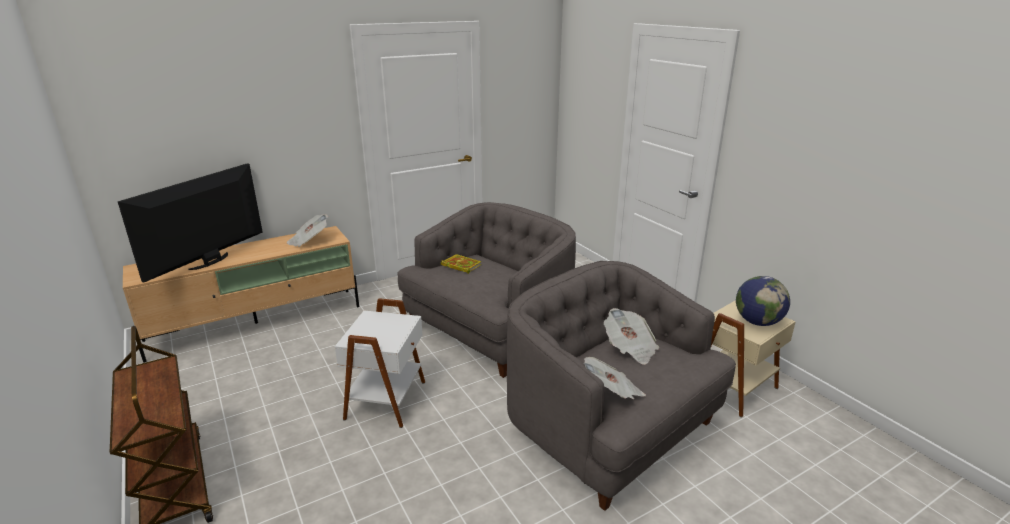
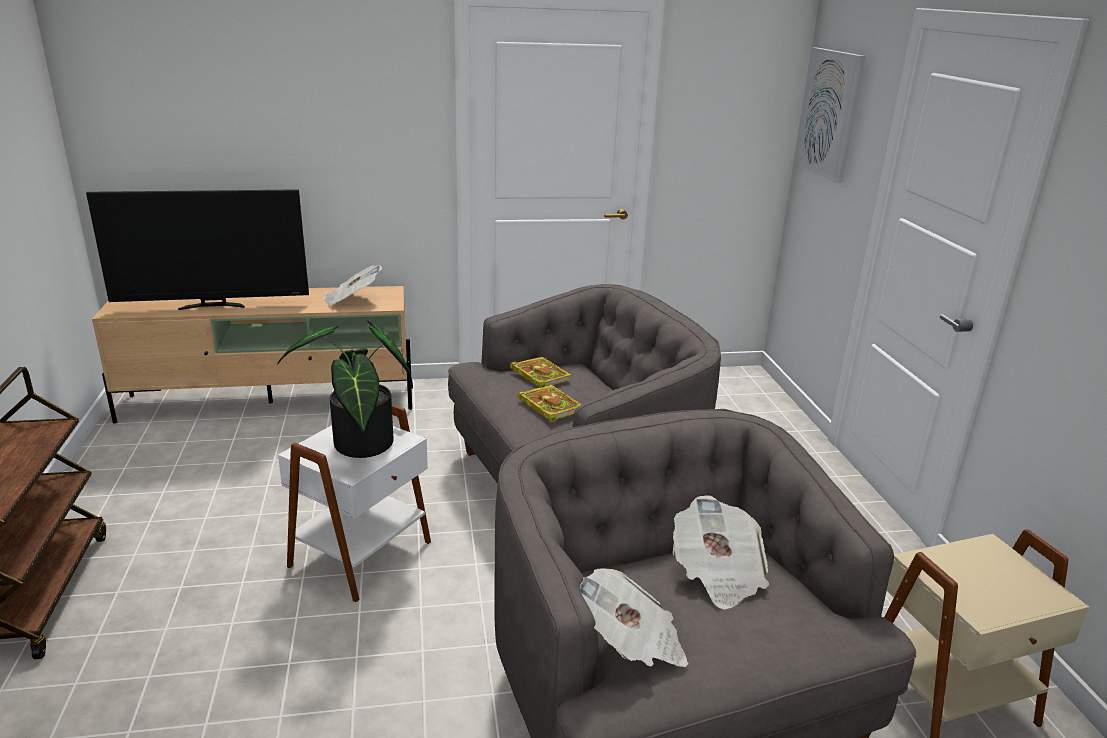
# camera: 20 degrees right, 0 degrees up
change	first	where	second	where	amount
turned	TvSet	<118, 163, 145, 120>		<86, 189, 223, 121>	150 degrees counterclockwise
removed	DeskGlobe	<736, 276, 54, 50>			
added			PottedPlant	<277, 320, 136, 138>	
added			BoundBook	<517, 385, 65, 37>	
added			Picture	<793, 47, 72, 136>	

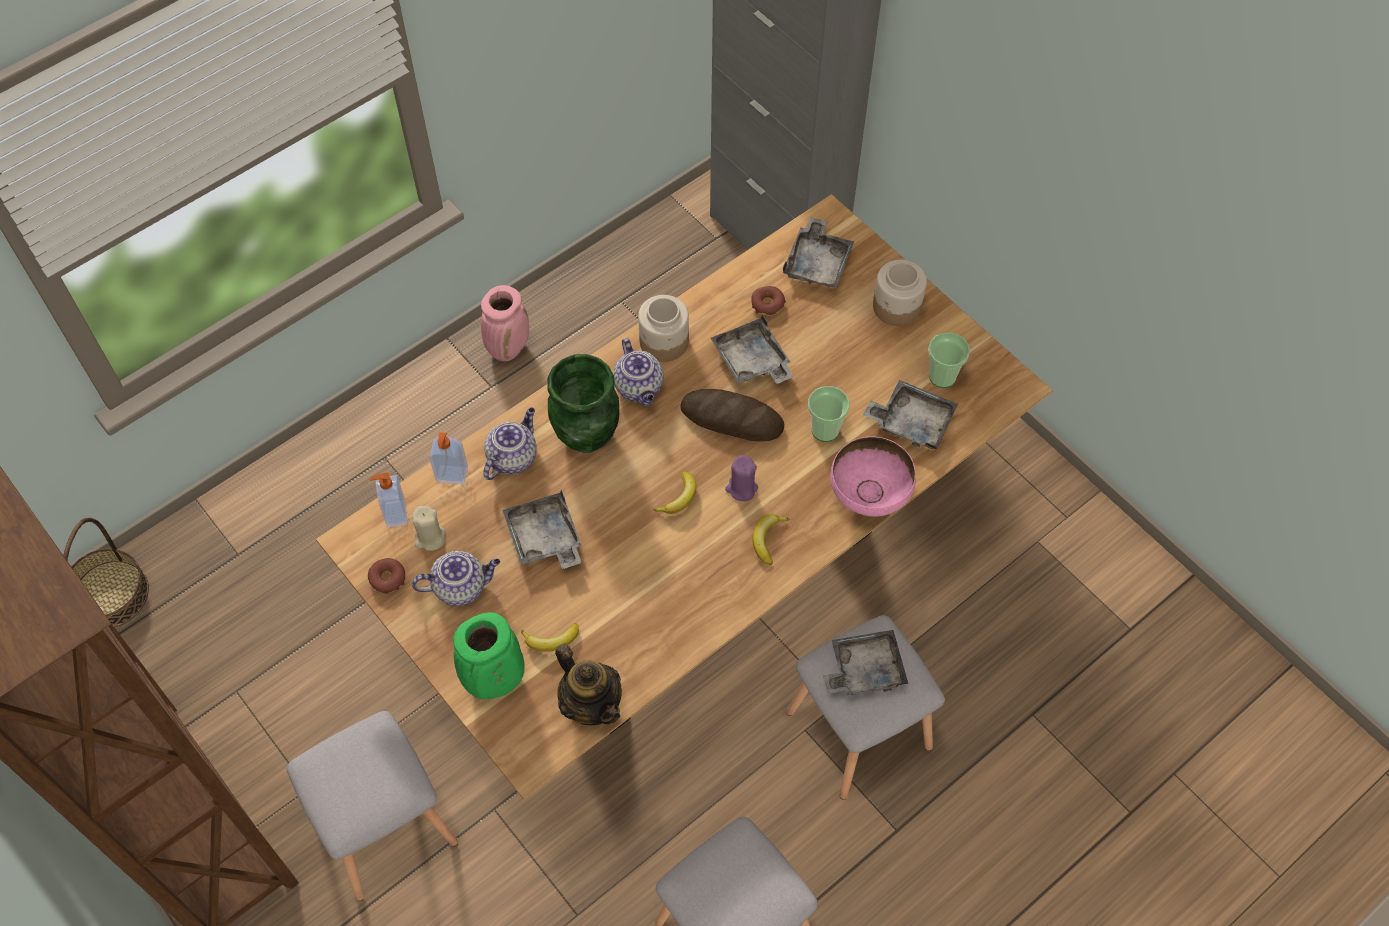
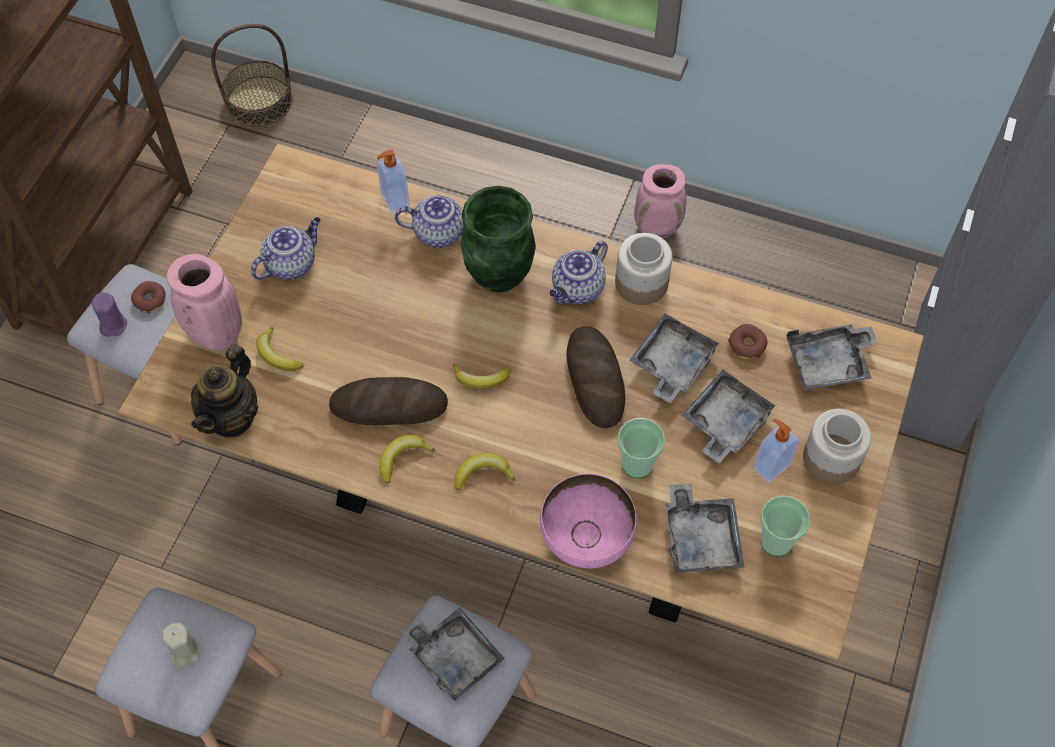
# camera: 60 degrees right, 0 degrees up
change	first	where	second	where	amount
moved	RingDoughnut	<368, 558, 37, 36>		<131, 281, 35, 32>	
moved	SoapDispenser	<370, 473, 38, 54>		<753, 418, 46, 65>	
moved	SandColouredCandle	<412, 506, 33, 45>		<162, 623, 38, 45>	
turned	PotForTea	<412, 551, 88, 55>		<251, 217, 70, 63>	90 degrees counterclockwise
recoloured	GreenishVase	<453, 612, 72, 87>	PinkishVase	<167, 254, 75, 97>	
moved	GrayServingTray	<502, 490, 80, 79>		<682, 370, 95, 94>	
moved	PurplishCandle	<725, 455, 33, 46>		<92, 292, 35, 45>	
added			BakeryBread	<329, 377, 119, 48>	
added			BananaFruit	<379, 434, 57, 50>	

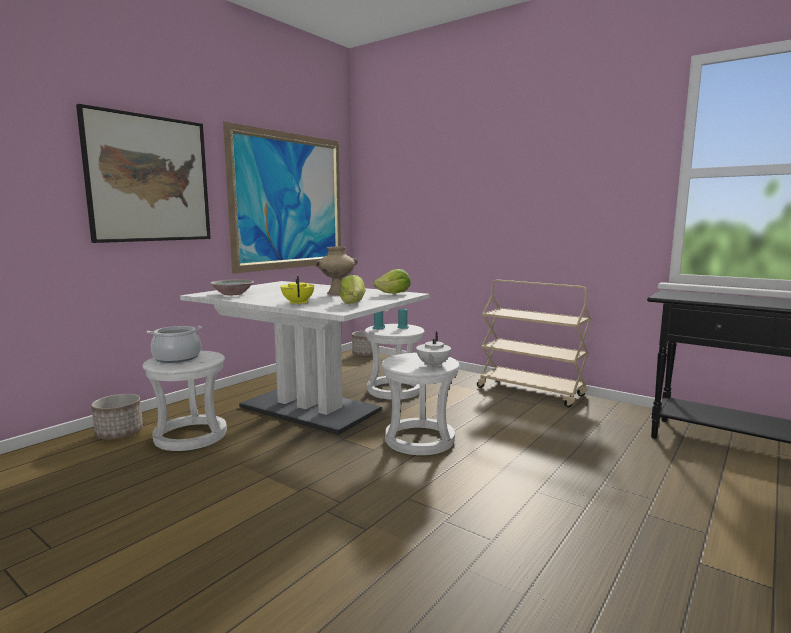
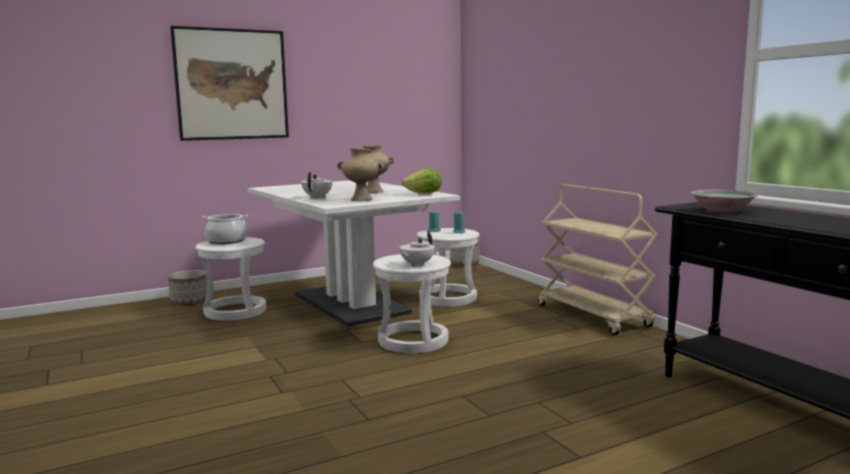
# camera: 25 degrees right, 0 degrees up
change	first	where	second	where	amount
moved	ServingBowl	<210, 280, 44, 15>		<691, 190, 67, 23>	
removed	Picture	<223, 121, 118, 153>			
recoloured	YellowPotForTea	<280, 276, 34, 29>	WhitishPotForTea	<301, 172, 32, 27>	
replaced	HeadOfLettuce	<340, 275, 26, 29>	SandColouredVase	<337, 148, 47, 53>	

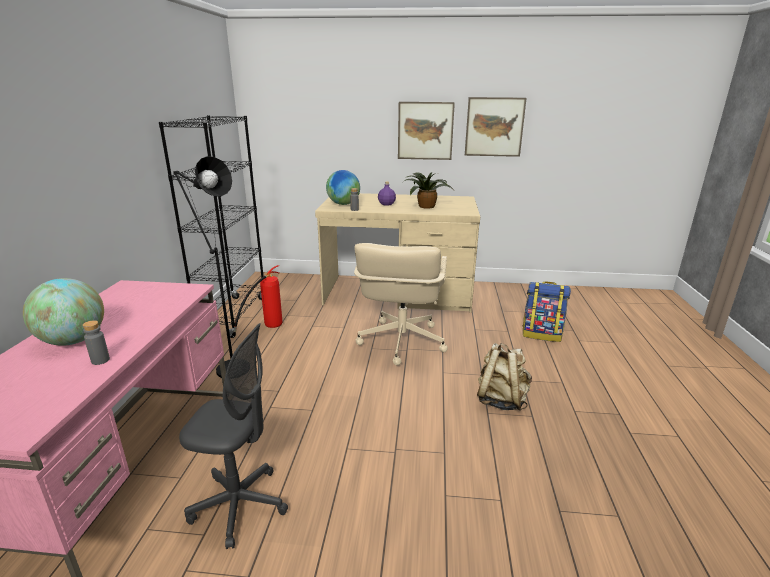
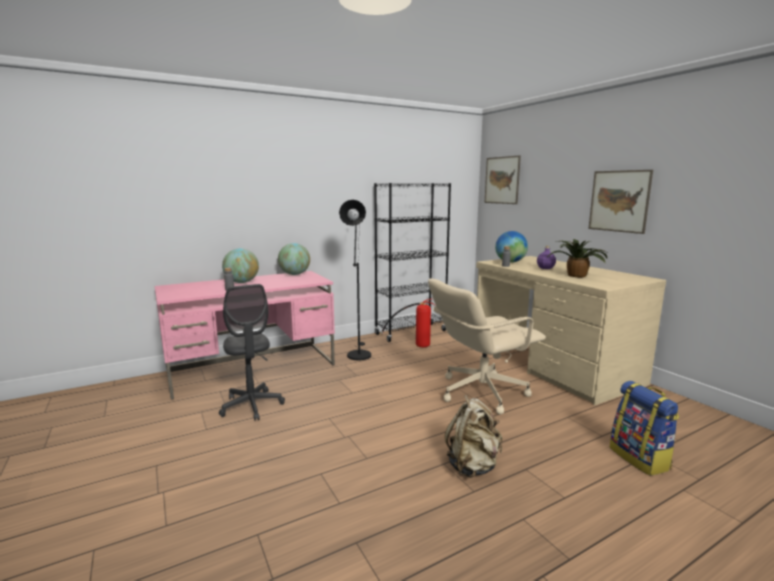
# camera: 55 degrees right, 10 degrees down
change	first	where	second	where	amount
moved	Picture	<465, 97, 61, 60>		<485, 155, 36, 49>	
added			DeskGlobe	<278, 243, 32, 32>	

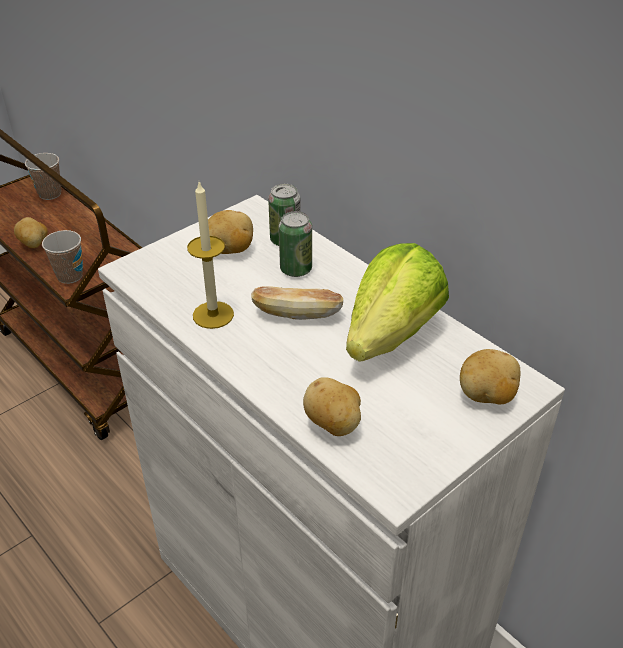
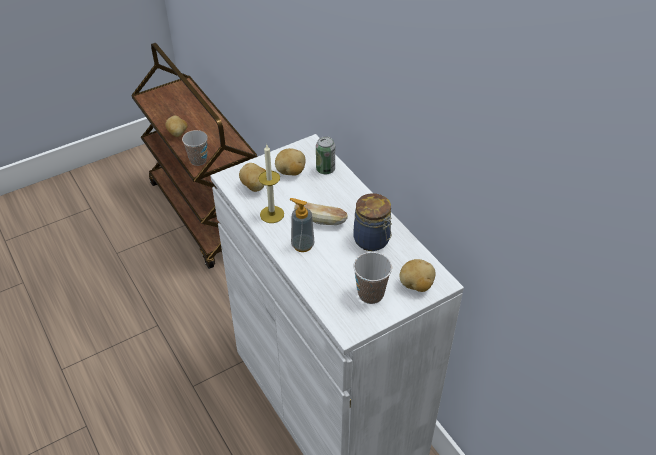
# camera: 10 degrees right, 5 degrees up
change	first	where	second	where	amount
moved	SmallCup	<25, 153, 36, 47>		<353, 252, 39, 52>	
removed	MetalCan	<279, 211, 33, 66>			
moved	Potato	<303, 377, 58, 59>		<239, 163, 27, 29>	
replaced	HeadOfLettuce	<346, 243, 103, 119>	StorageJar	<354, 193, 38, 58>	
added			SoapDispenser	<289, 198, 26, 54>	

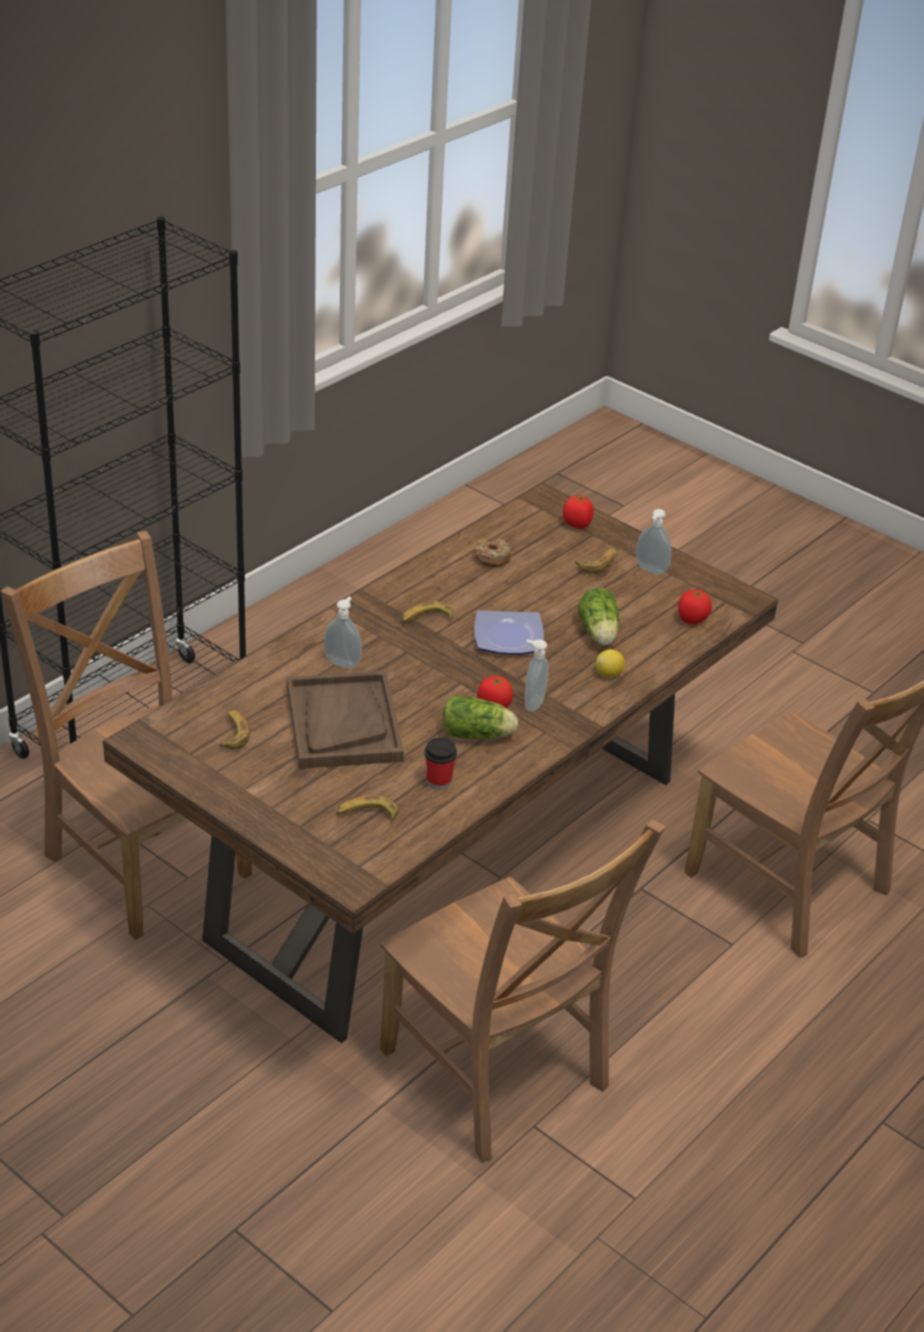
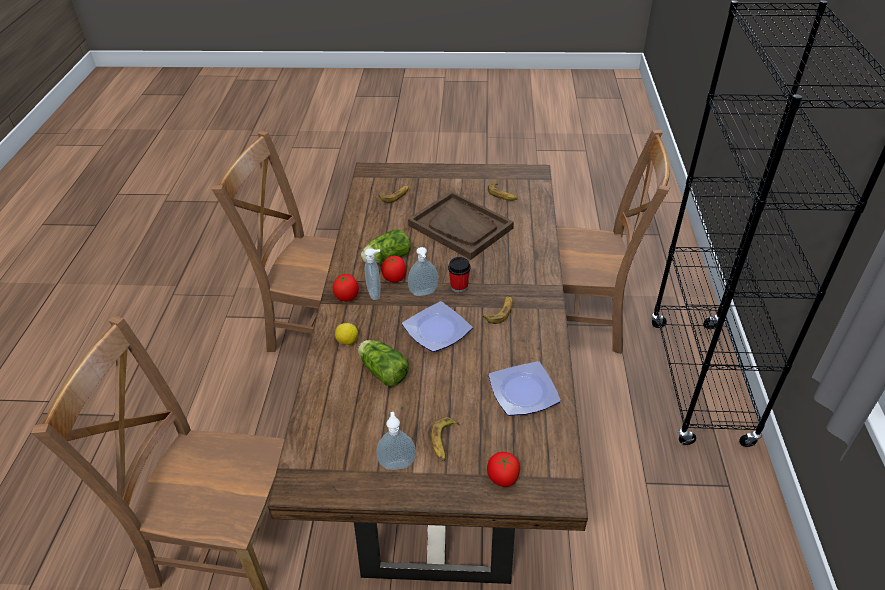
# camera: 145 degrees right, 5 degrees up
change	first	where	second	where	amount
moved	SoapDispenser	<324, 597, 38, 72>		<408, 247, 30, 49>	
moved	SmallCup	<424, 737, 33, 52>		<448, 257, 23, 36>	
replaced	RingDoughnut	<474, 539, 37, 28>	FlatDish	<489, 361, 72, 55>	
moved	WholeTomato	<678, 590, 34, 35>		<332, 274, 27, 27>	

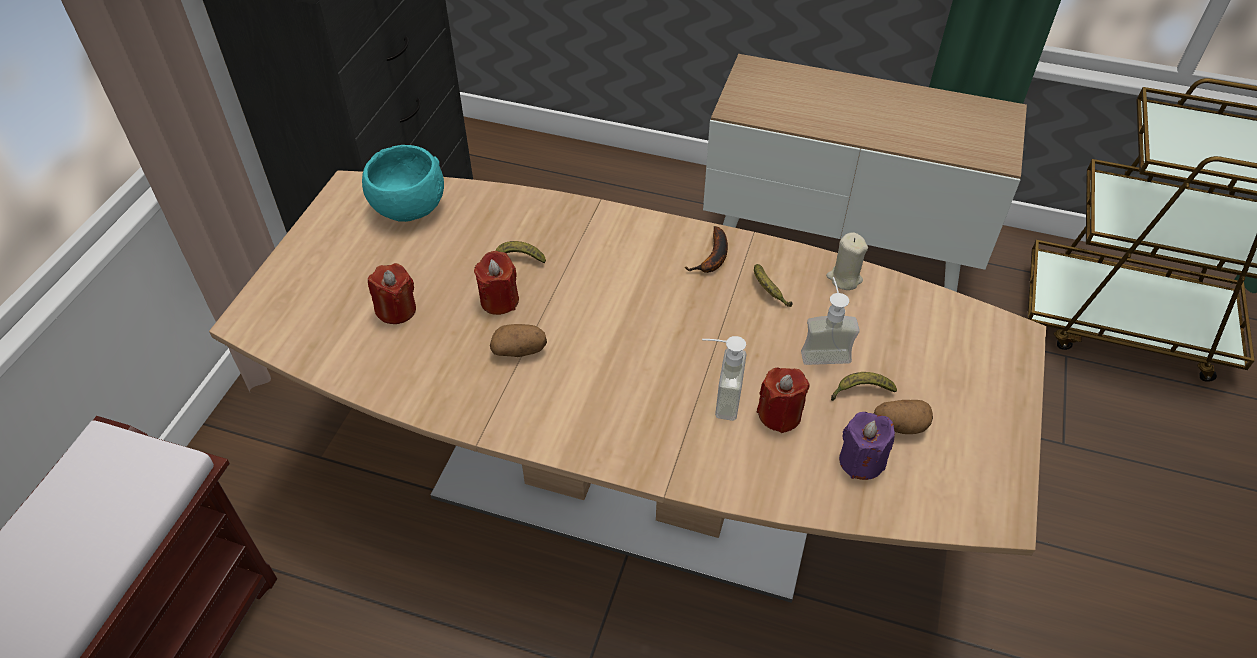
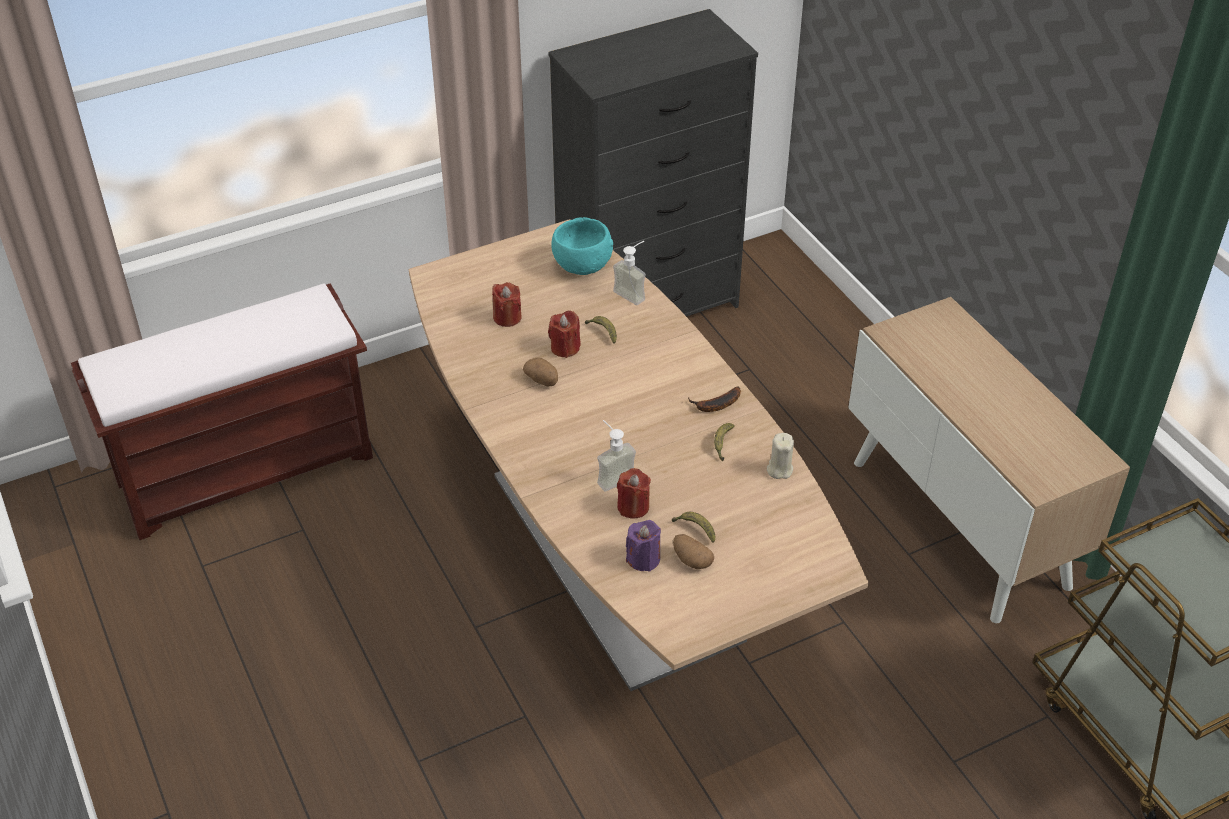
# camera: 45 degrees right, 5 degrees down
change	first	where	second	where	amount
moved	SoapDispenser	<801, 277, 58, 88>		<613, 241, 33, 64>	

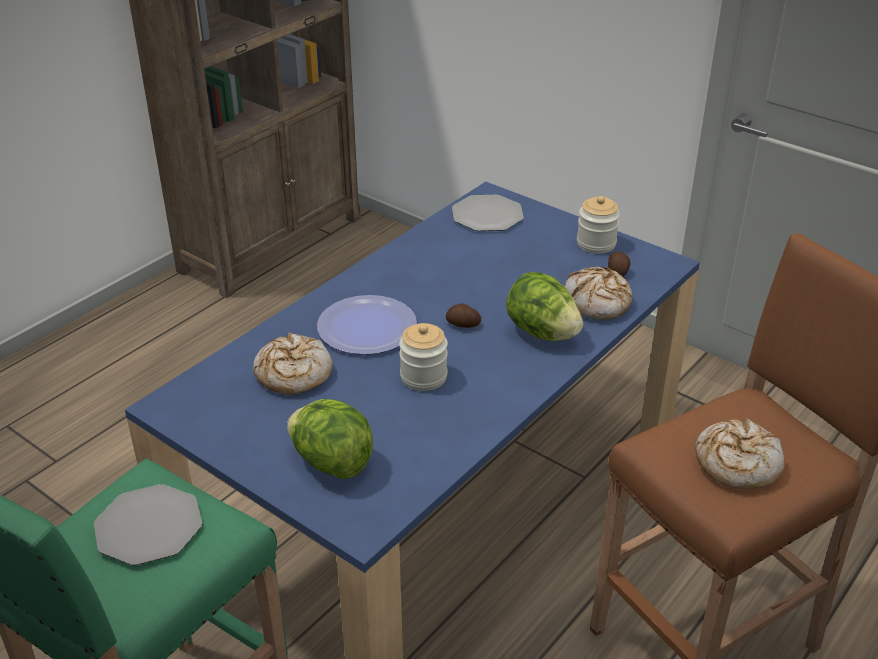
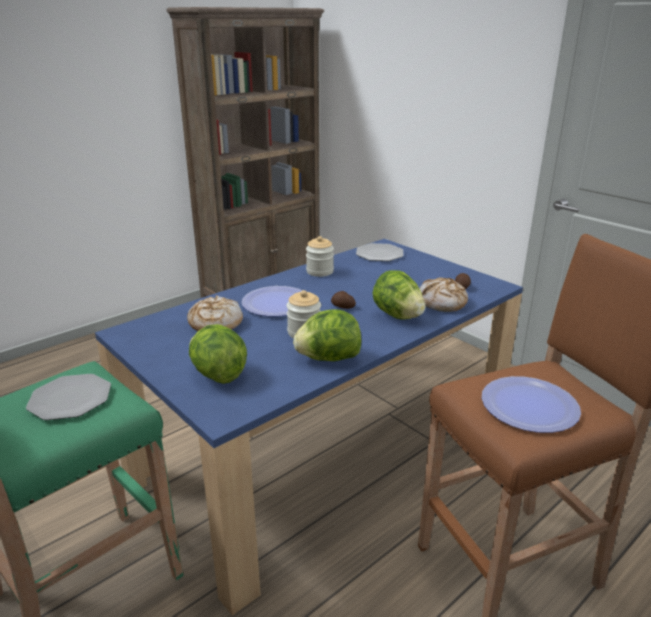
# camera: 10 degrees right, 10 degrees down
change	first	where	second	where	amount
moved	StorageJar	<577, 196, 43, 58>		<306, 236, 28, 41>	
replaced	BakeryBread	<695, 418, 90, 71>	FlatDish	<482, 376, 99, 57>	
added			HeadOfLettuce	<293, 309, 68, 52>	

